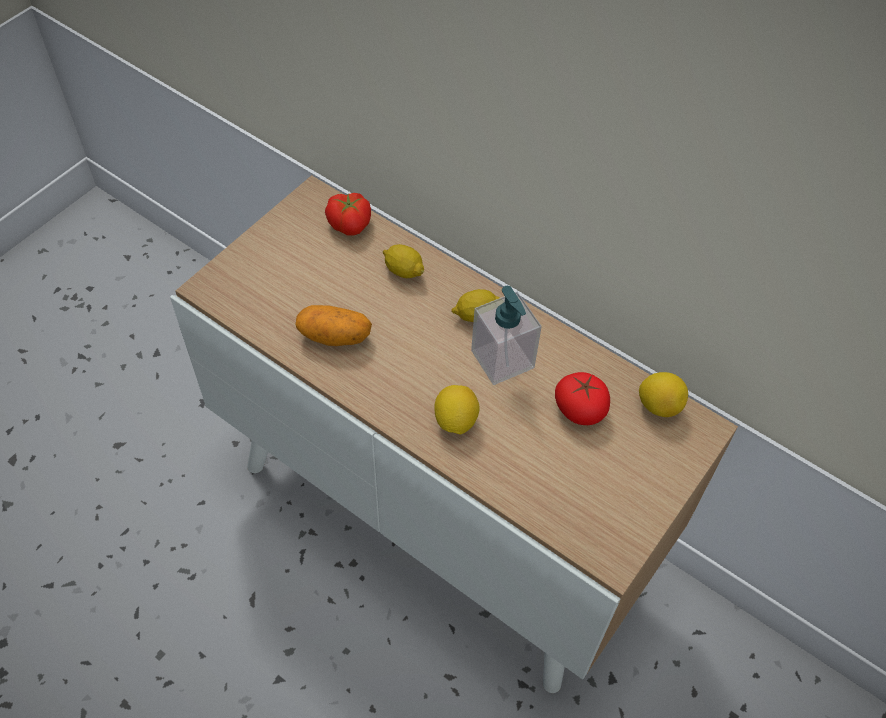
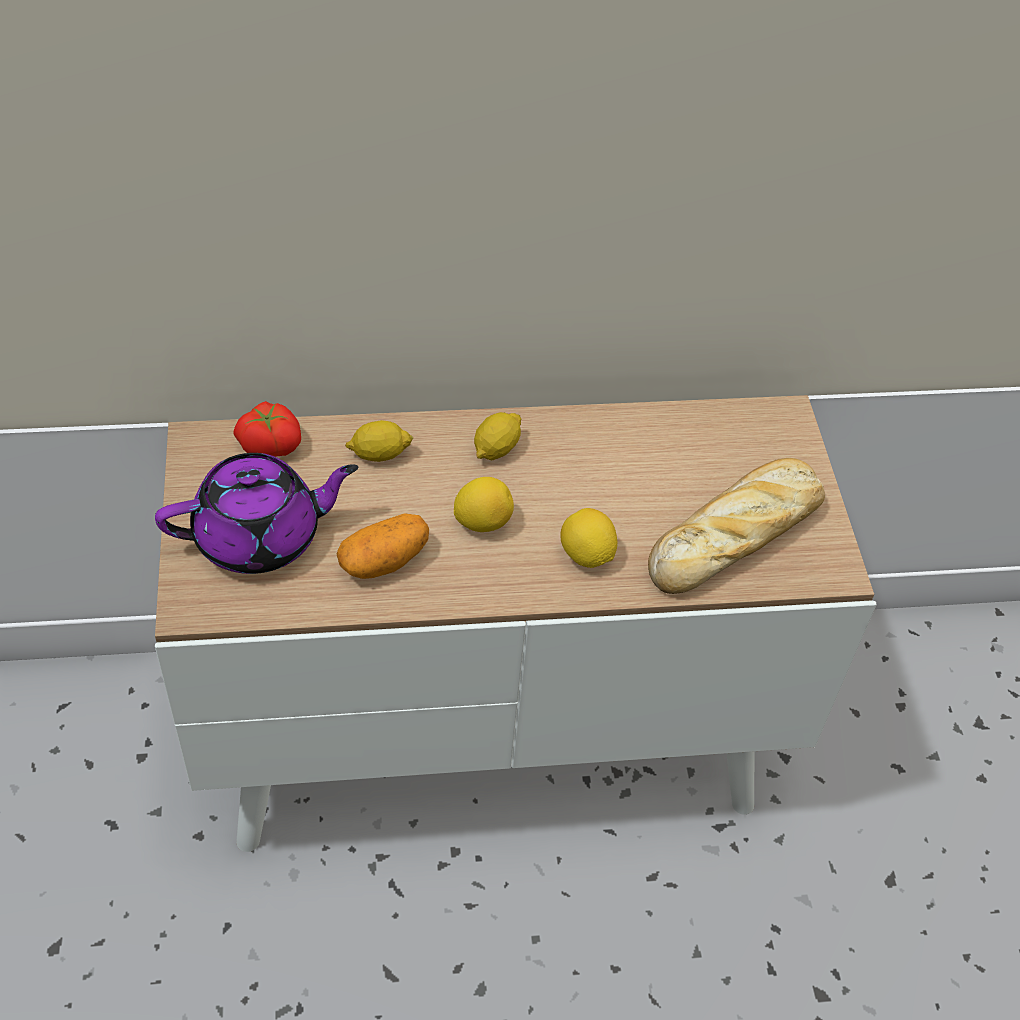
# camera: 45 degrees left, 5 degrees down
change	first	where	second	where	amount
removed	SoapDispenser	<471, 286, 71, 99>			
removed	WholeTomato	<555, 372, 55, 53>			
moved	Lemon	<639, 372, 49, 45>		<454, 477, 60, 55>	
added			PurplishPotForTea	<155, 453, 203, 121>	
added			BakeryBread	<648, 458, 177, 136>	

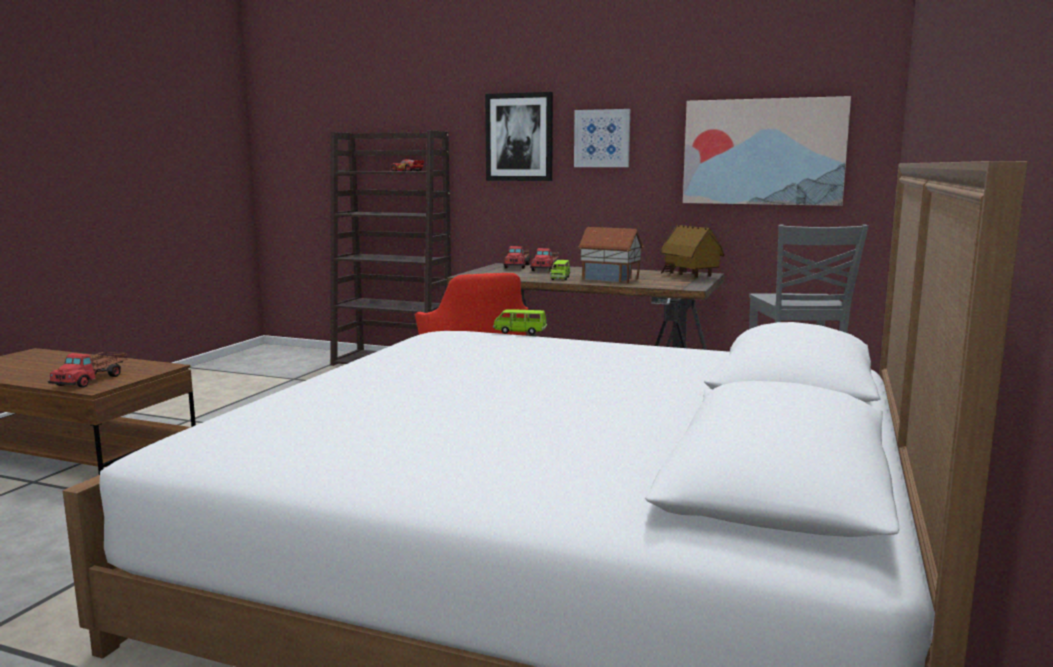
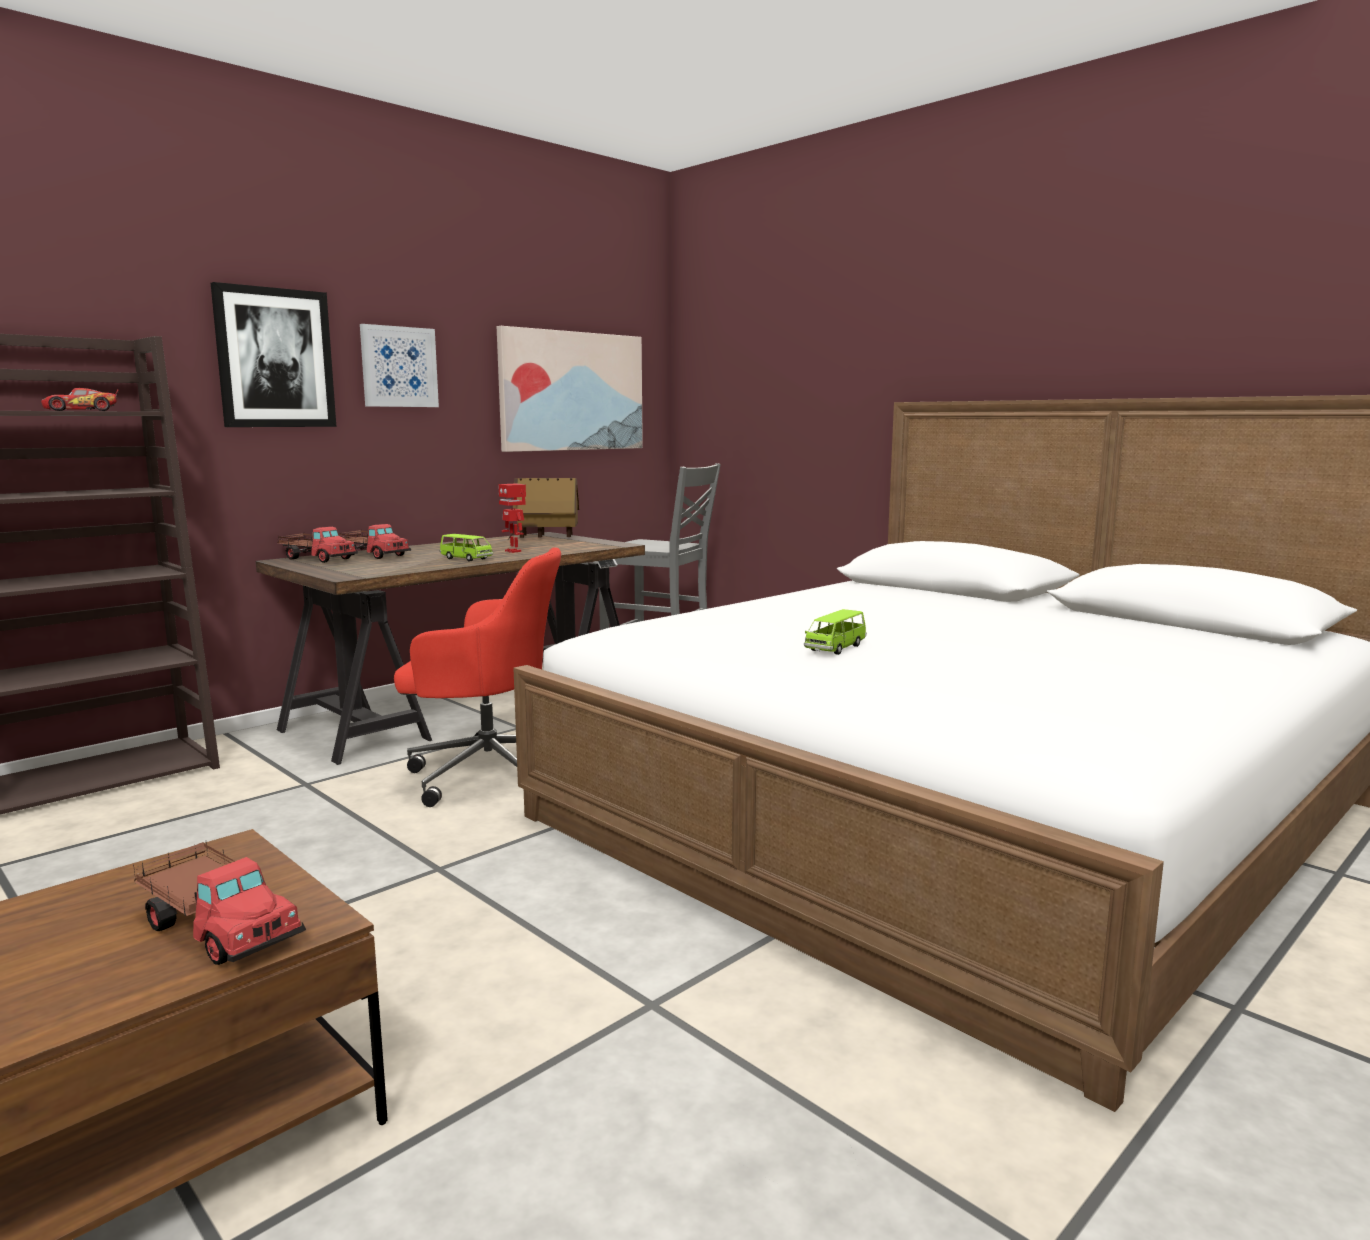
# camera: 65 degrees left, 0 degrees up
change	first	where	second	where	amount
moved	GreenishMiniatureCar	<493, 309, 54, 26>		<804, 609, 63, 46>	
replaced	ModelHouse	<578, 227, 66, 56>	ToyRobot	<498, 483, 28, 70>	

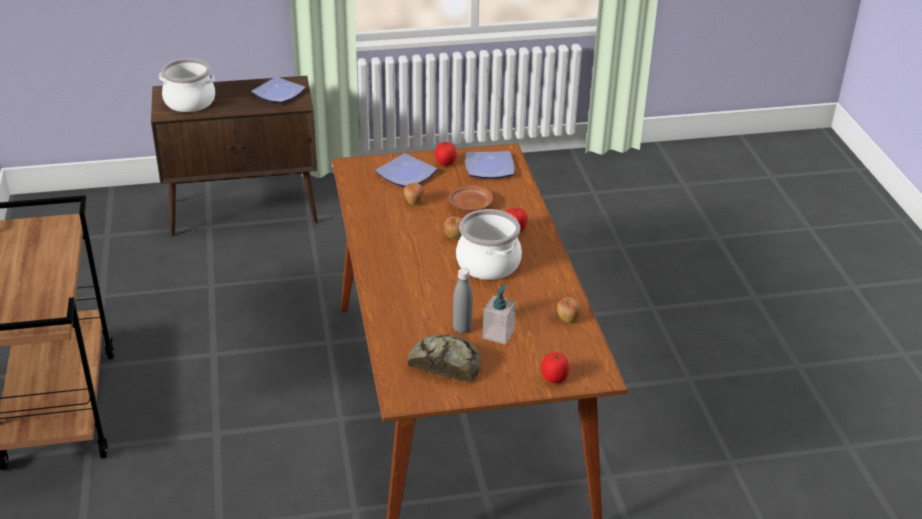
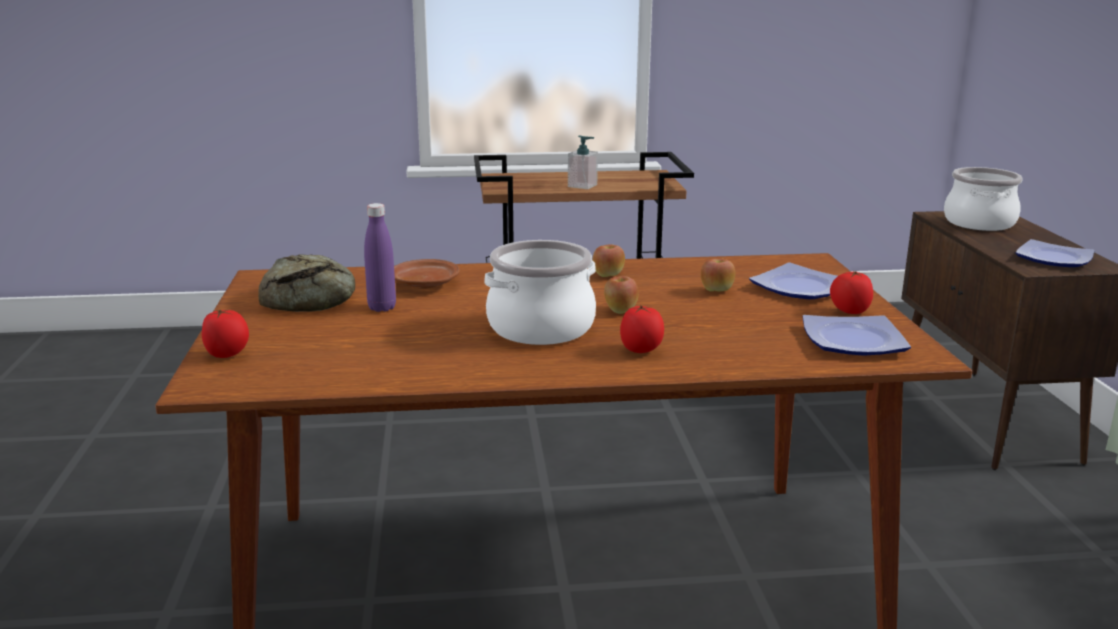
# camera: 95 degrees right, 15 degrees down
change	first	where	second	where	amount
moved	BrownColouredFlatDish	<448, 185, 45, 27>		<394, 259, 66, 30>	
recoloured	GrayDrinkBottle	<453, 268, 20, 66>	PurplishDrinkBottle	<364, 203, 32, 109>	
moved	SoapDispenser	<483, 284, 33, 61>		<568, 135, 30, 54>	
moved	WholeApple	<557, 297, 23, 26>		<593, 244, 32, 33>	

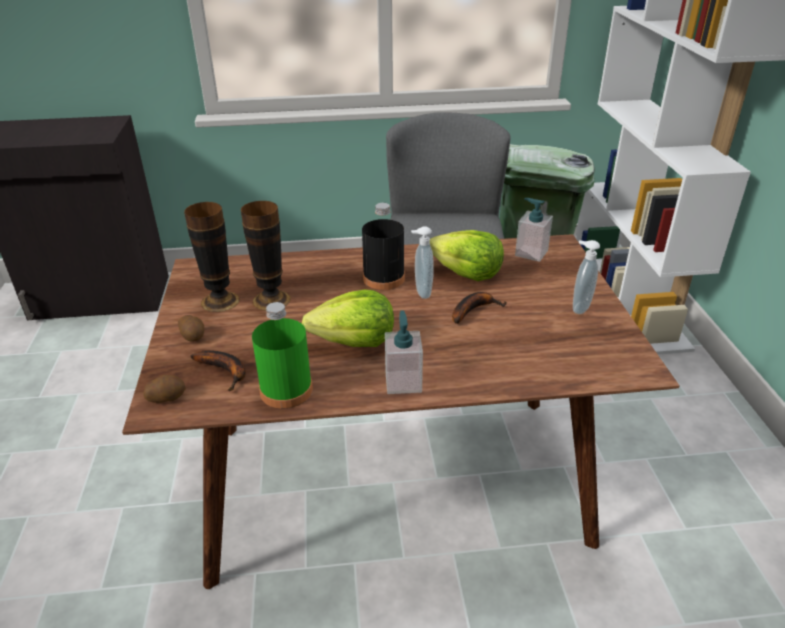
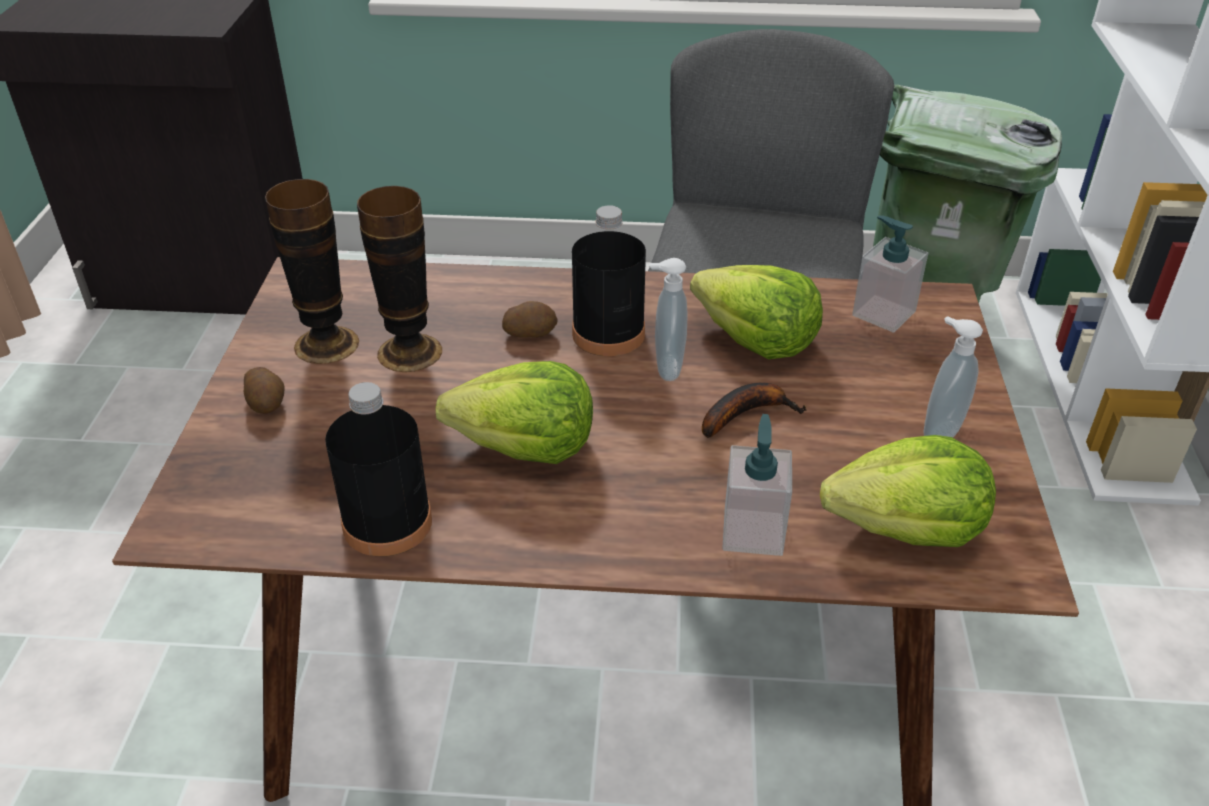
# camera: 10 degrees right, 5 degrees up
change	first	where	second	where	amount
moved	Potato	<143, 375, 43, 28>		<502, 301, 56, 37>	
removed	BananaFruit	<190, 350, 56, 41>			
recoloured	GreenishDrinkBottle	<252, 302, 61, 106>	BlackDrinkBottle	<325, 382, 107, 175>	
moved	SoapDispenser	<385, 310, 38, 84>		<722, 414, 70, 142>	
added			HeadOfLettuce	<820, 435, 176, 112>	

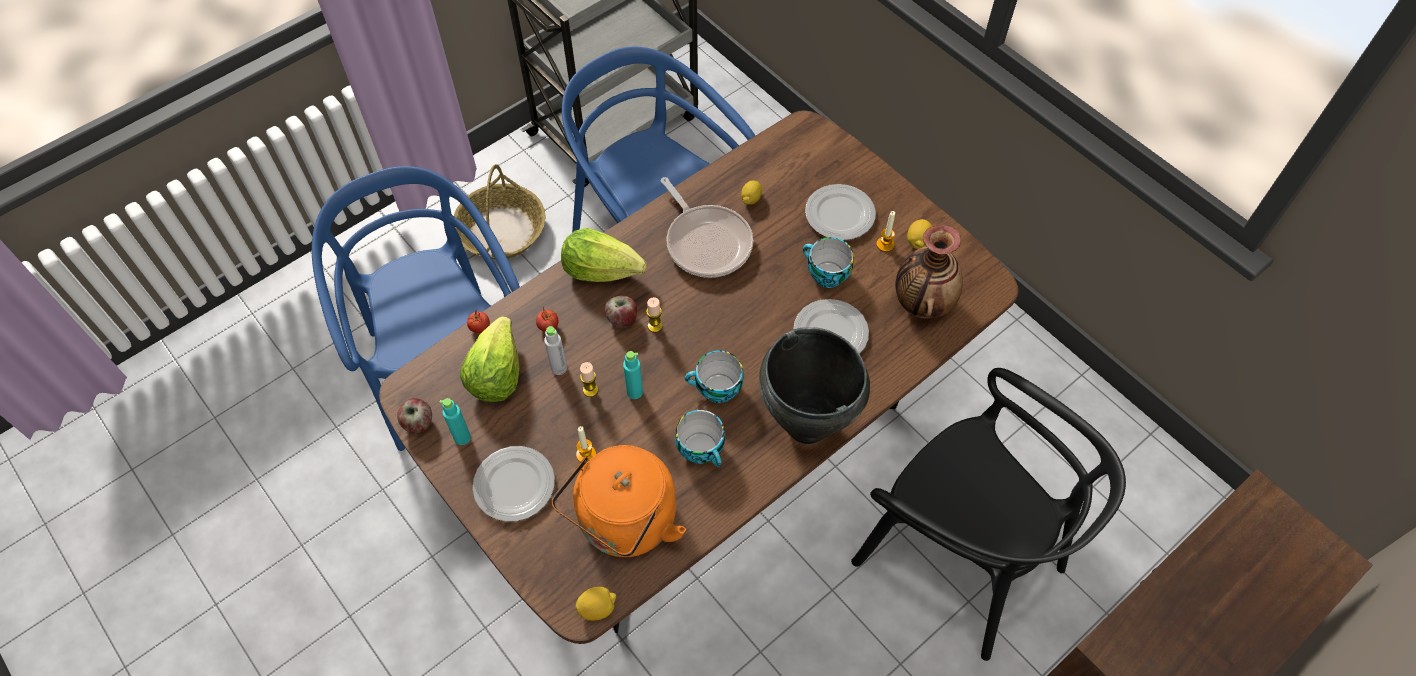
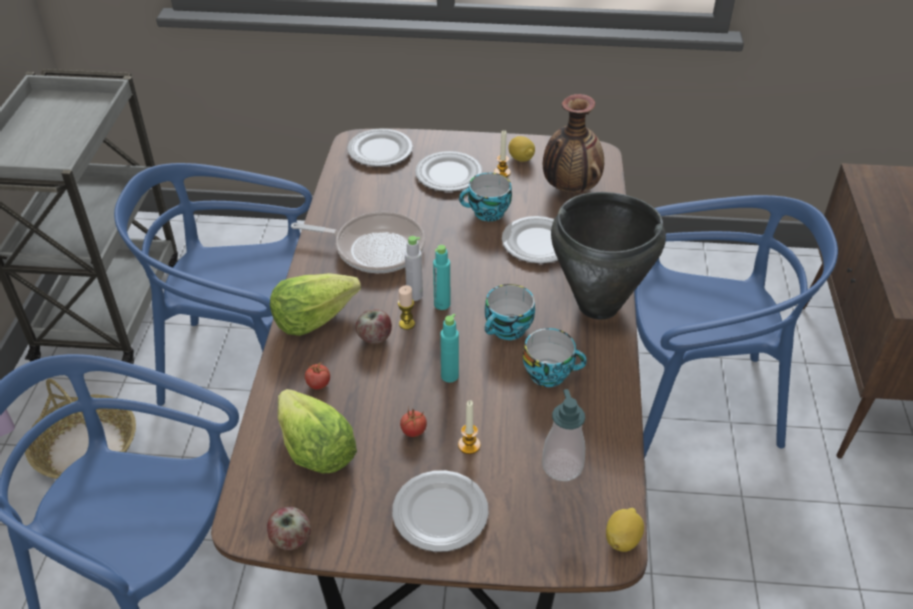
# camera: 45 degrees left, 15 degrees down
change	first	where	second	where	amount
moved	TurquoiseColouredDrinkBottle	<439, 398, 32, 47>		<433, 245, 17, 65>	
moved	WholeTomato	<467, 308, 23, 25>		<400, 409, 27, 28>	
moved	GrayDrinkBottle	<544, 326, 23, 49>		<405, 236, 18, 65>	
replaced	OrangeKettle	<551, 445, 135, 112>	SoapDispenser	<542, 389, 43, 92>	
removed	Candle	<580, 362, 18, 35>			
removed	Lemon	<741, 181, 21, 24>			
recoloured	BlackUprightChair	<851, 368, 275, 293>	BlueColouredUprightChair	<634, 195, 204, 264>	
added			FlatDish	<347, 128, 66, 39>	

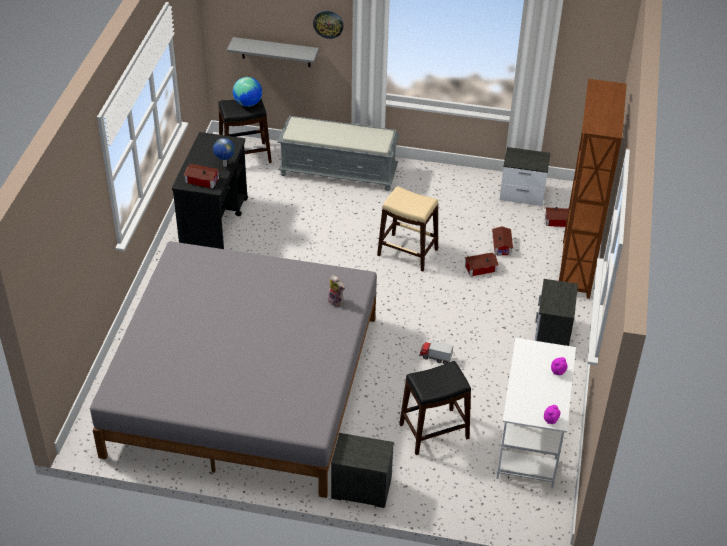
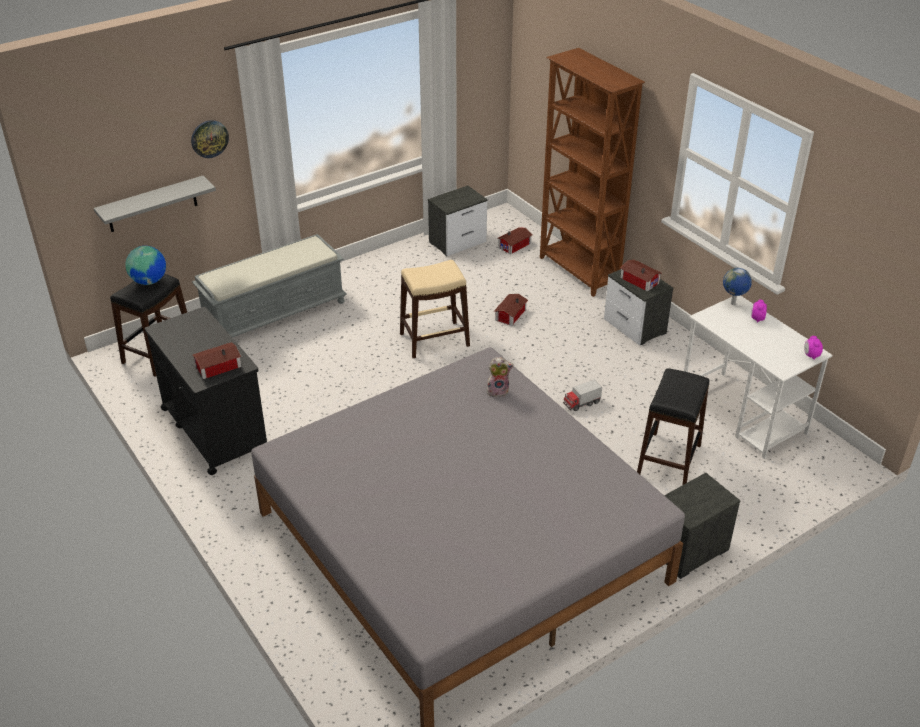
# camera: 45 degrees left, 5 degrees down
change	first	where	second	where	amount
moved	DeskGlobe	<213, 138, 22, 29>		<723, 268, 29, 37>	
moved	ModelHouse	<492, 226, 21, 30>		<620, 260, 42, 31>	

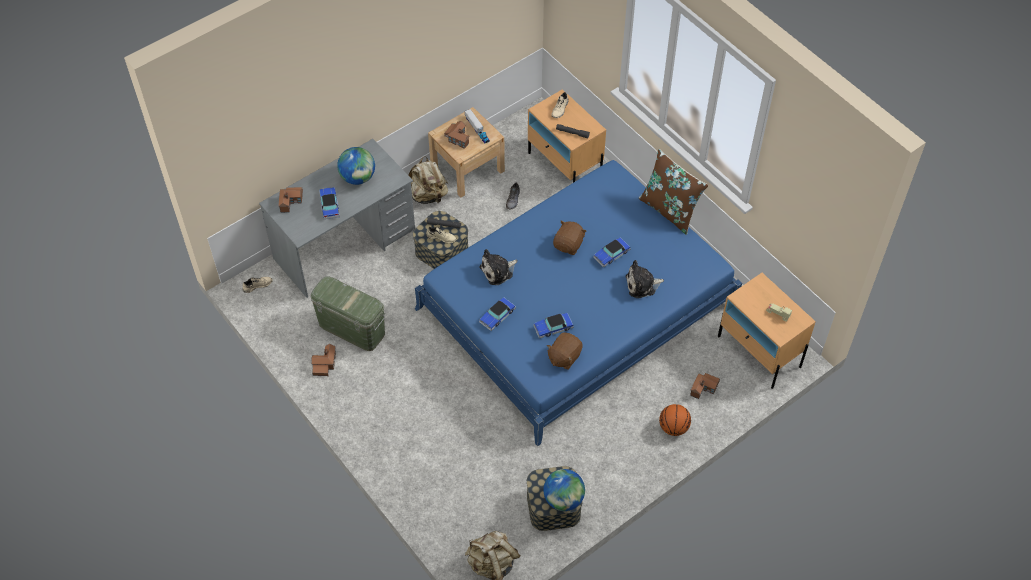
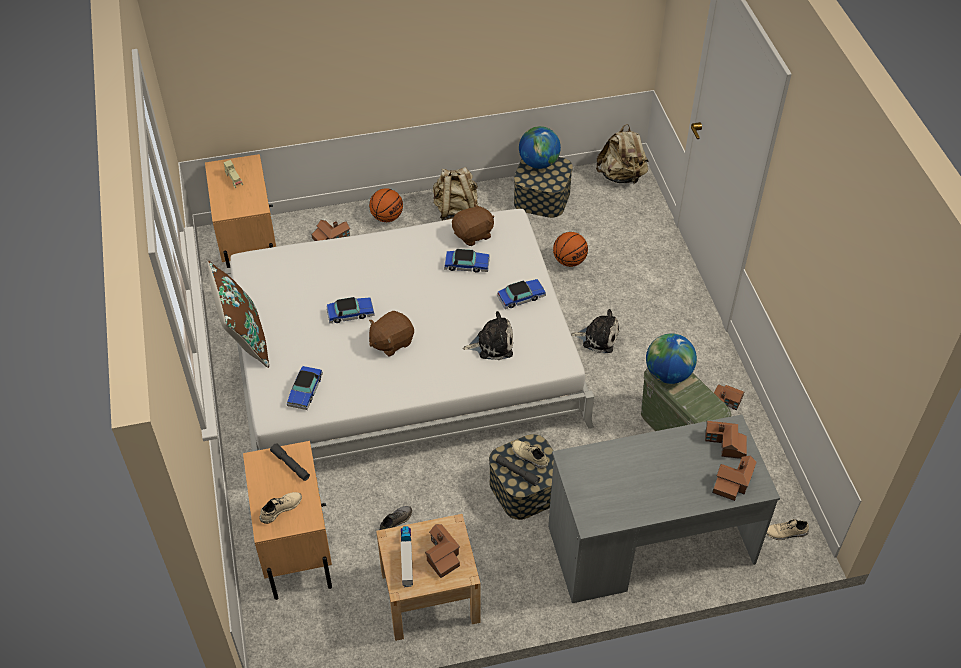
# camera: 155 degrees left, 5 degrees down
change	first	where	second	where	amount
moved	MiniatureCar	<319, 187, 20, 32>		<287, 366, 36, 44>	
moved	DeskGlobe	<337, 147, 38, 38>		<646, 333, 51, 51>	
moved	SandColouredBackpack	<408, 156, 40, 49>		<433, 167, 45, 54>	
recoloured	BlueColouredBed	<415, 160, 327, 286>	WhitishBed	<224, 209, 370, 253>	
moved	PlushToy	<625, 260, 39, 38>		<571, 309, 48, 44>	
added			Basketball	<553, 232, 35, 35>	
added			ModelHouse	<705, 421, 42, 38>	

